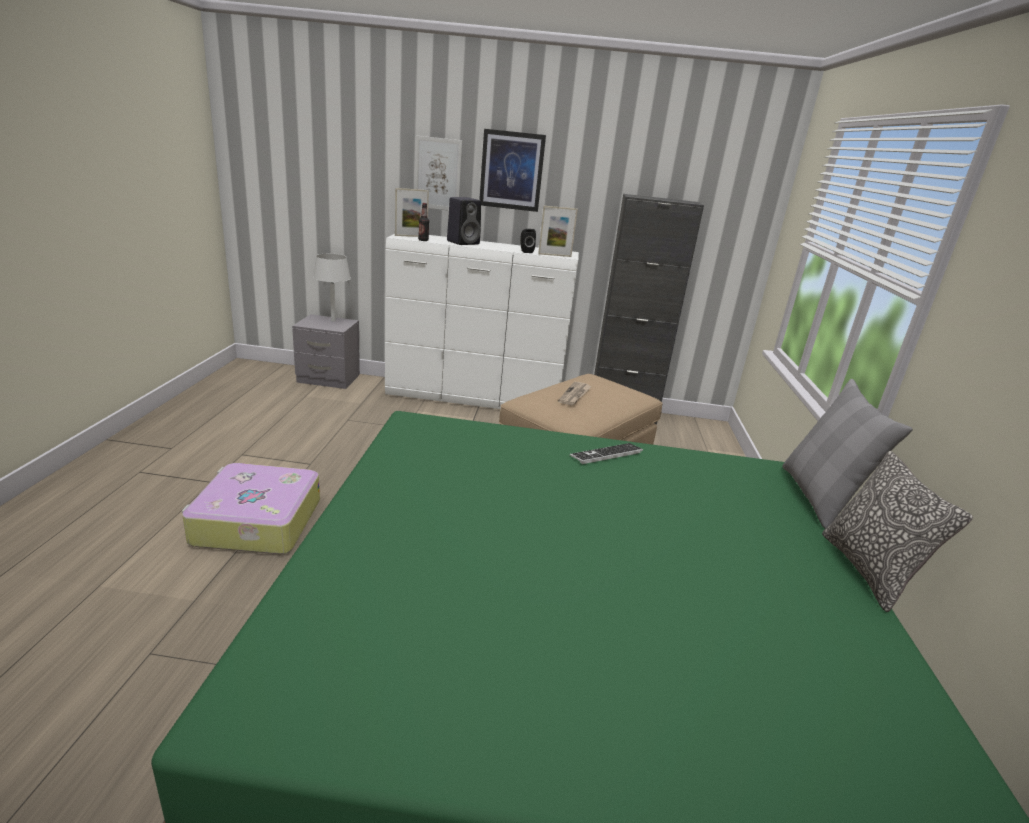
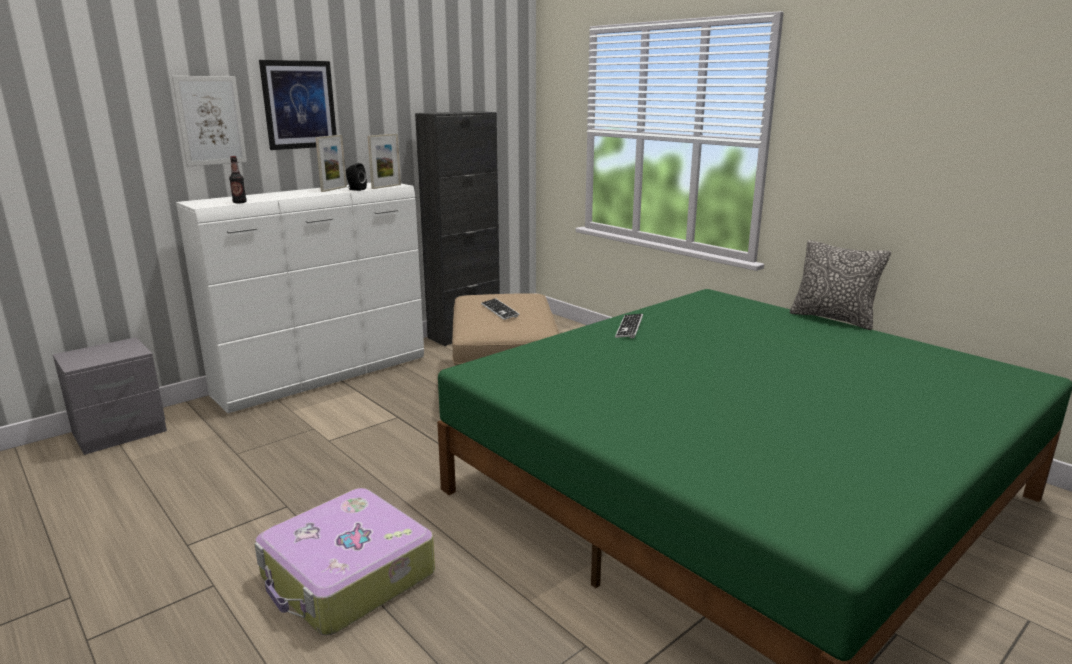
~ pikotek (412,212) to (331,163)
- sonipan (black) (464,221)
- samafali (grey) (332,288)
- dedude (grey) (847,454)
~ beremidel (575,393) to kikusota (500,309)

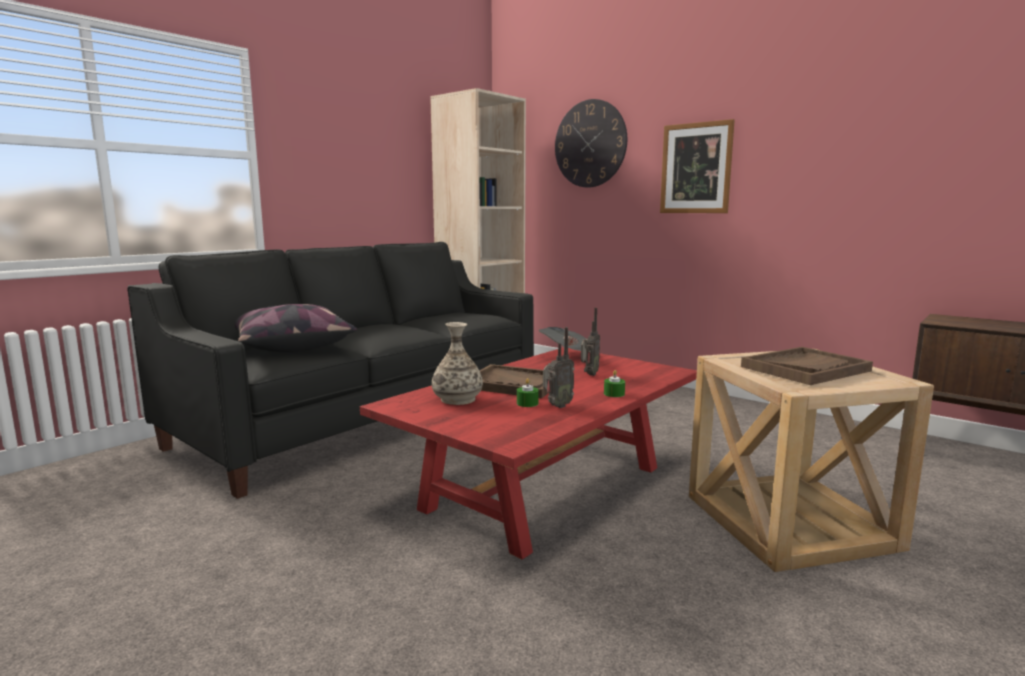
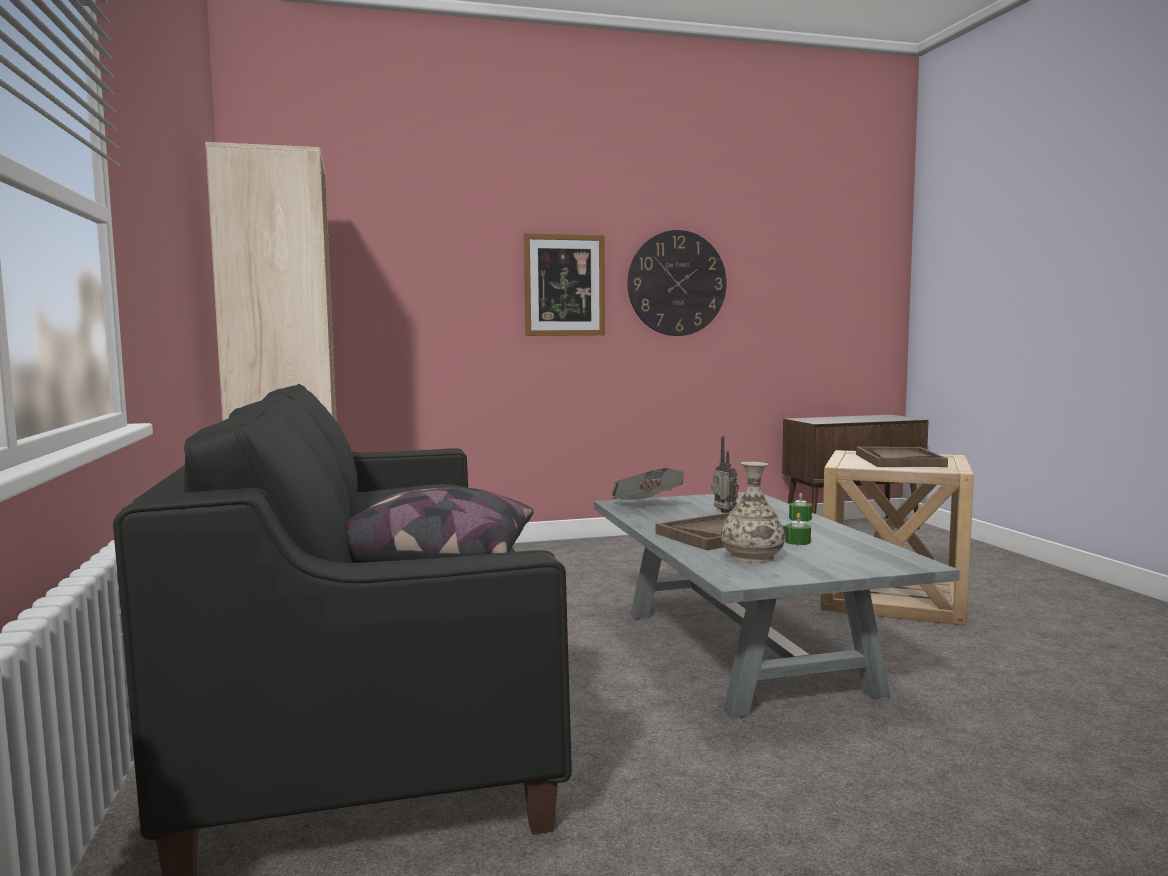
~ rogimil (591,143) to (677,283)
- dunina (559,367)
~ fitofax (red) (528,453) to fitofax (grey) (777,605)

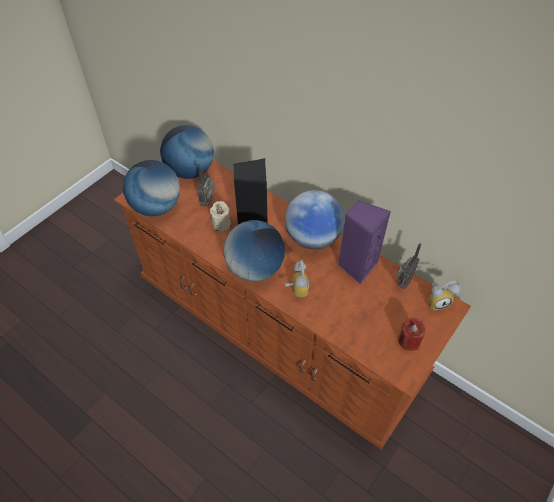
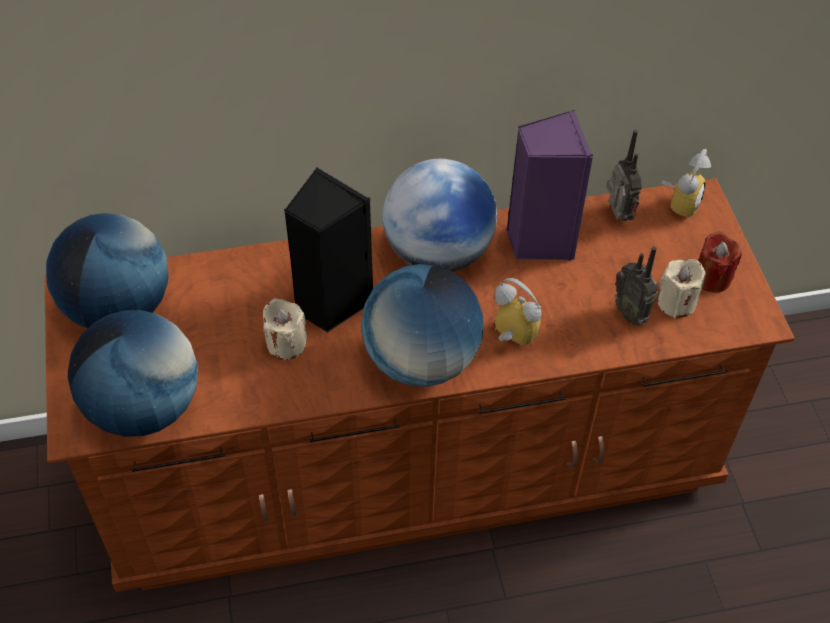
~ dunina (206,185) to (636,286)
+ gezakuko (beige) (682,289)

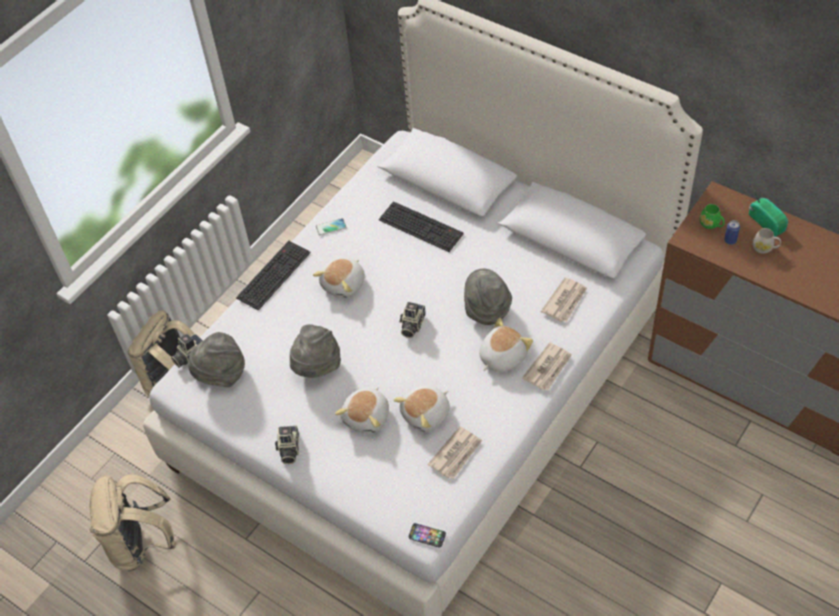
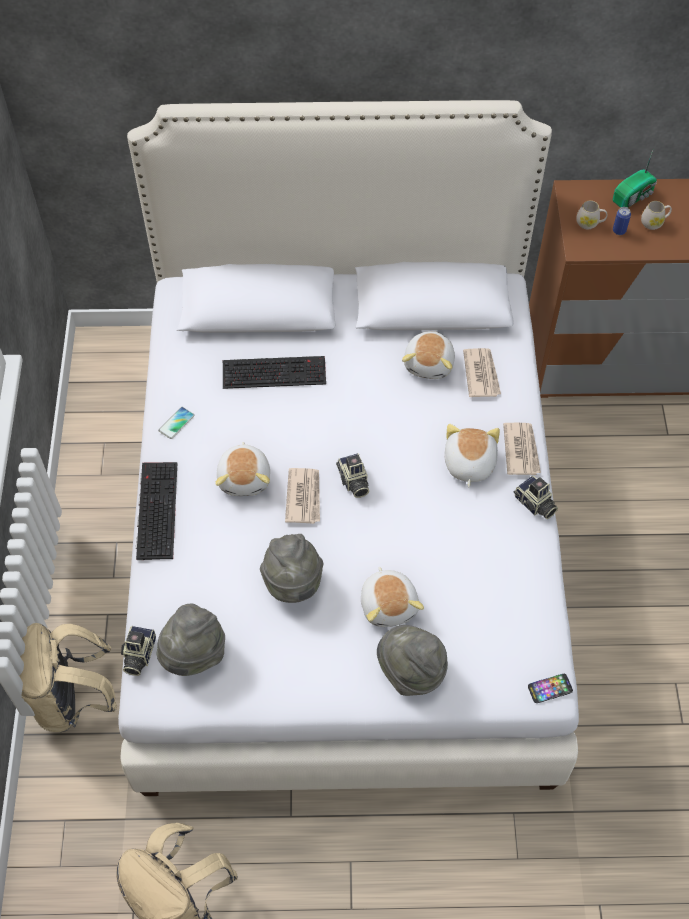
~ dunina (768,212) = (634,179) 120 degrees clockwise
~ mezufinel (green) (712,216) to mezufinel (white) (591,214)
~ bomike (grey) (488,297) to (412,660)
~ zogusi (421,409) to (428,355)
~ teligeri (287,444) to (535,497)
~ beremidel (455,452) to (302,496)

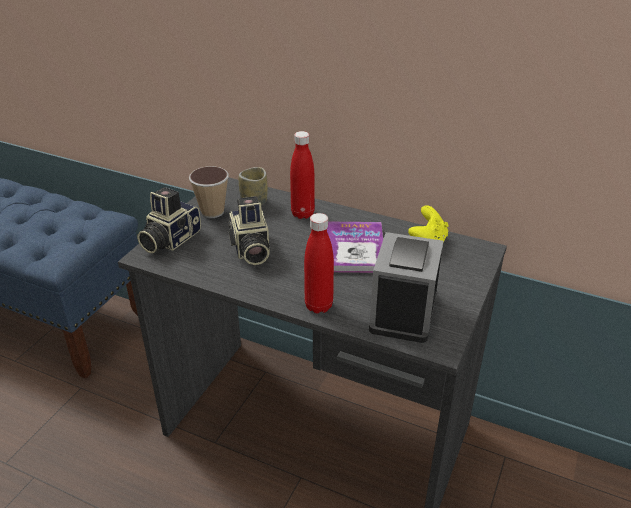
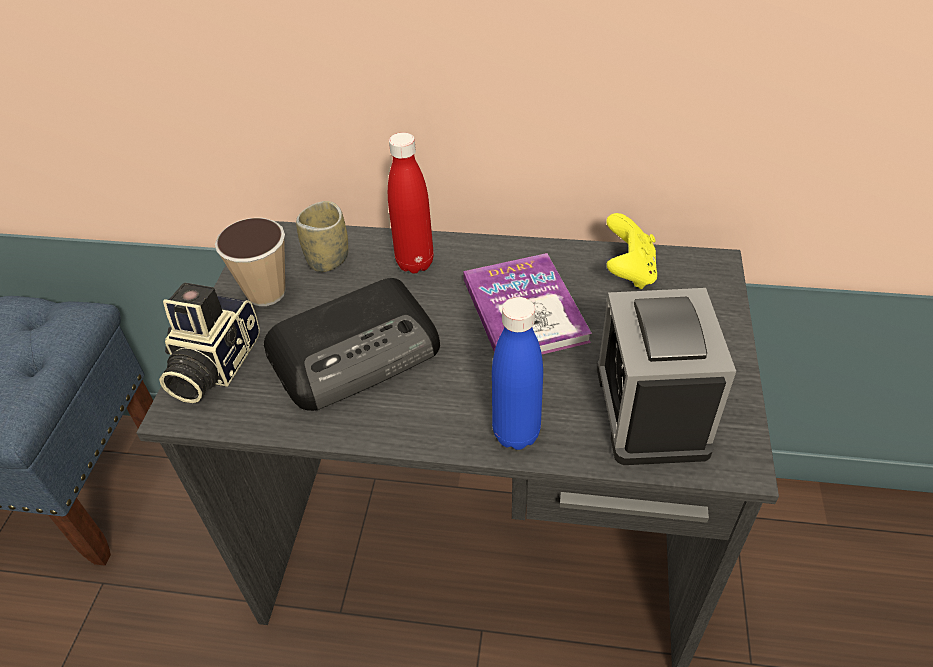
~ teligeri (249,230) to dunina (352,344)
~ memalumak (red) (319,263) to memalumak (blue) (517,373)

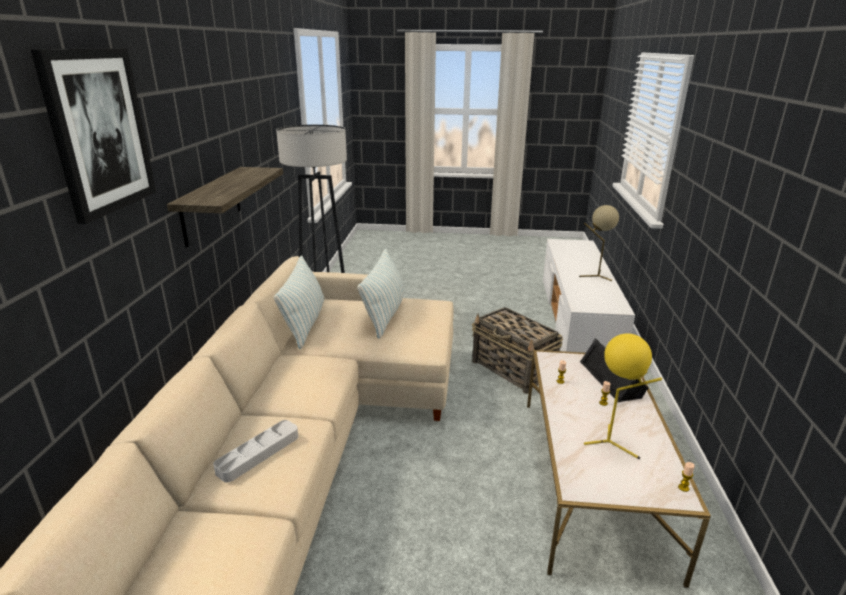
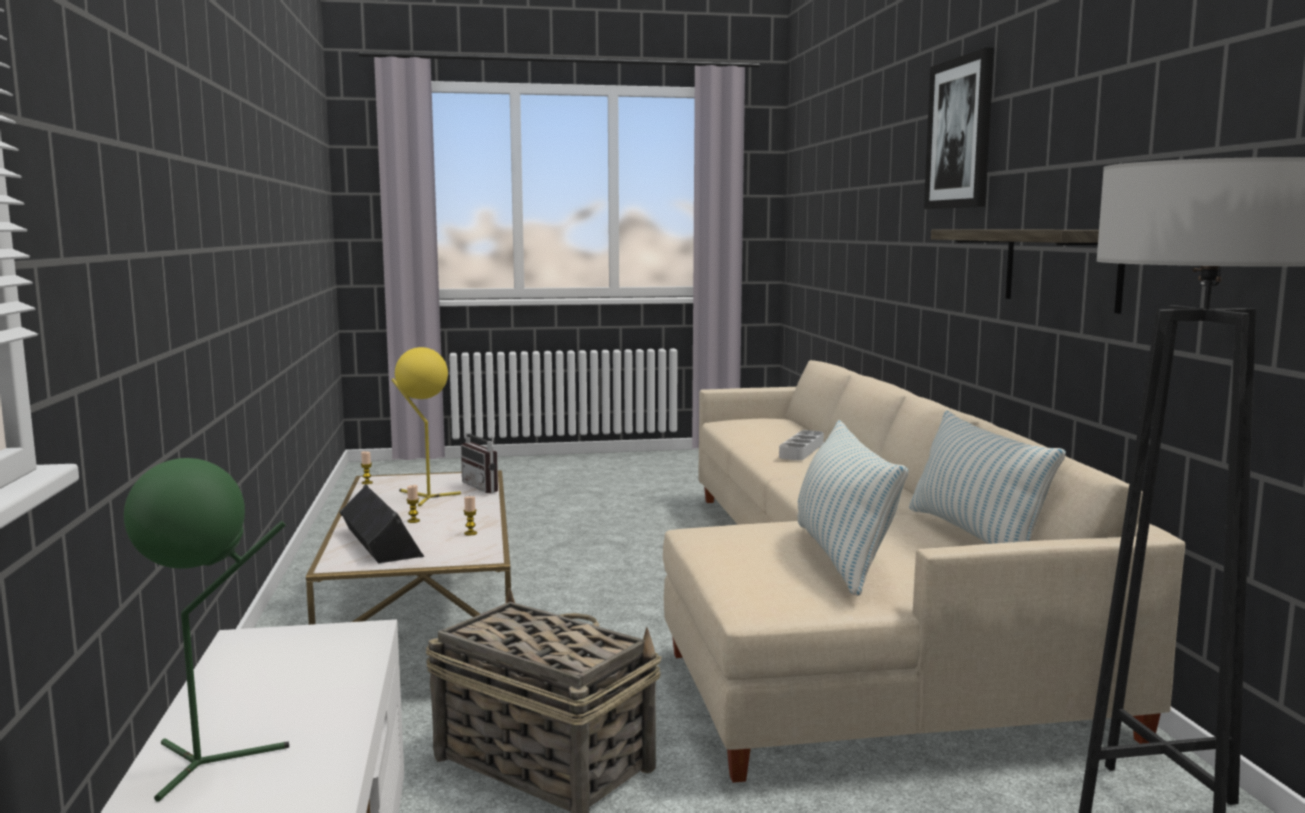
~ samafali (beige) (599,243) to samafali (green) (206,630)
+ dunina (479,456)

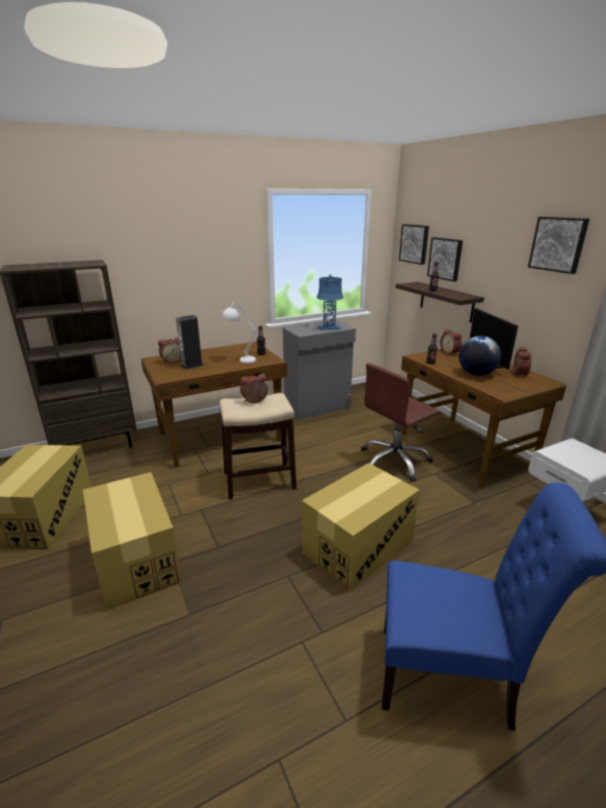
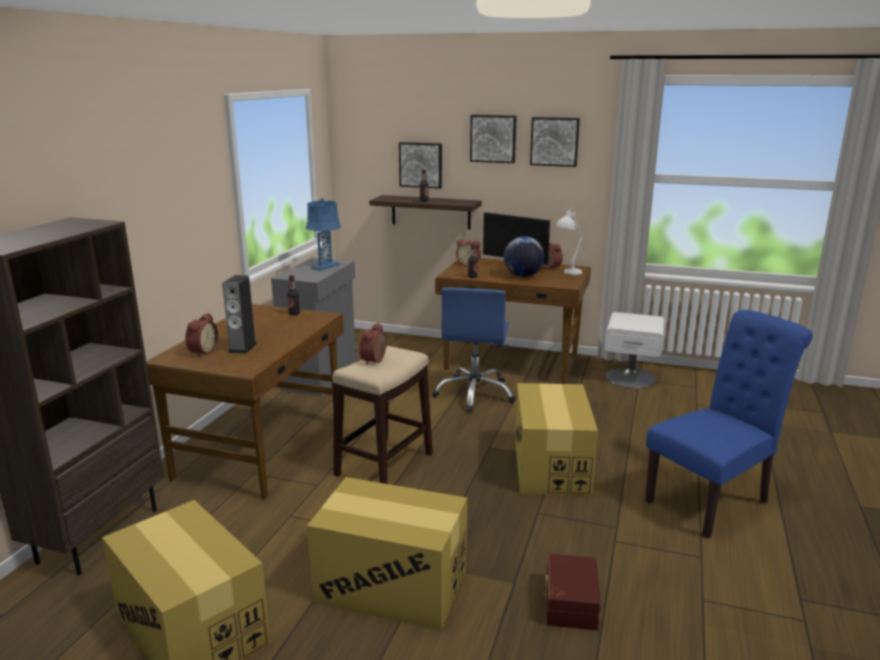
~ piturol (414,244) to (493,139)
~ samafali (white) (239,331) to (569,241)
~ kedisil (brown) (400,422) to kedisil (blue) (474,350)
+ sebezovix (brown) (571,592)

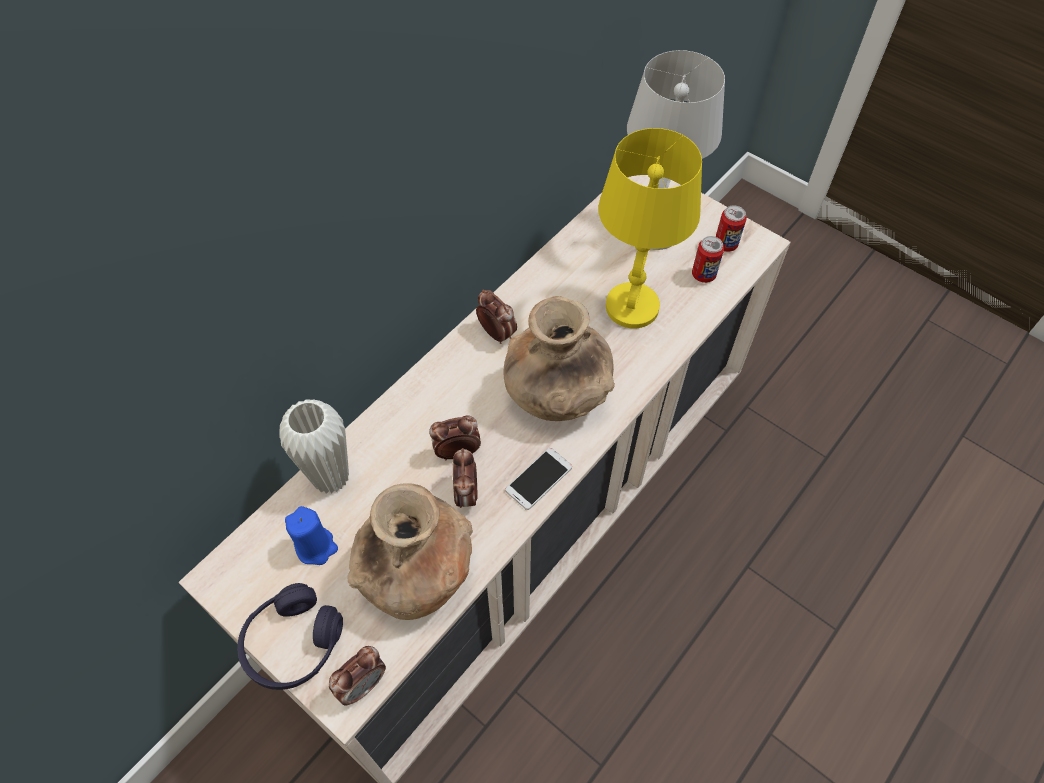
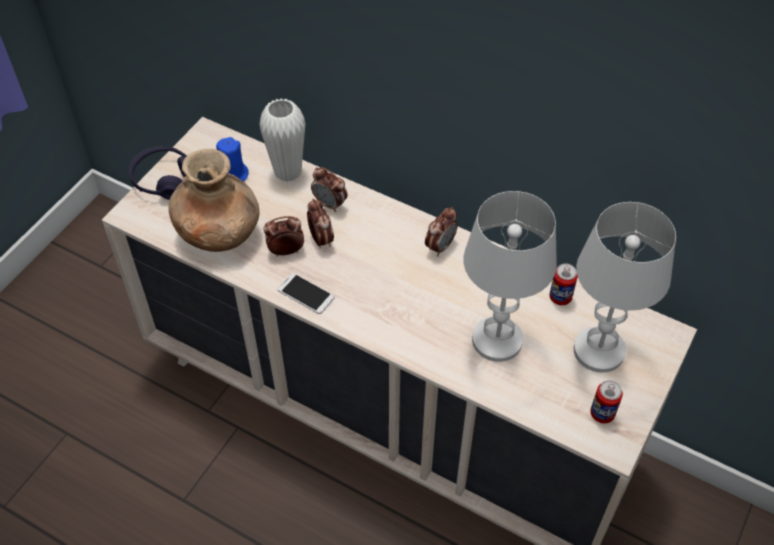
~ samafali (yellow) (650,228) to samafali (white) (510,276)
~ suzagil (708,259) to (563,284)
- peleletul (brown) (559,358)
~ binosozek (357,676) to (329,189)

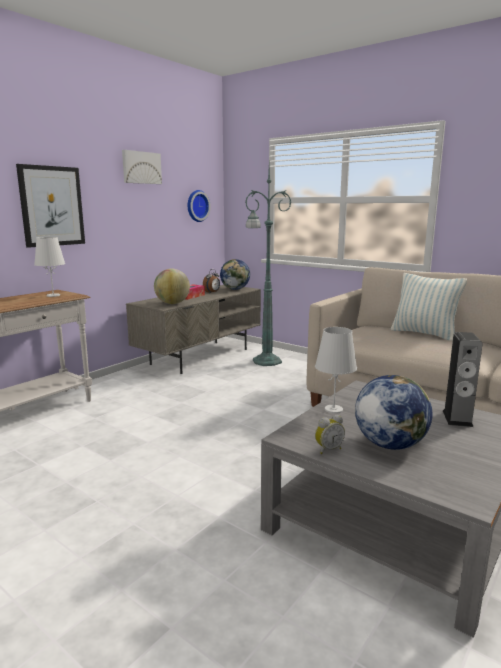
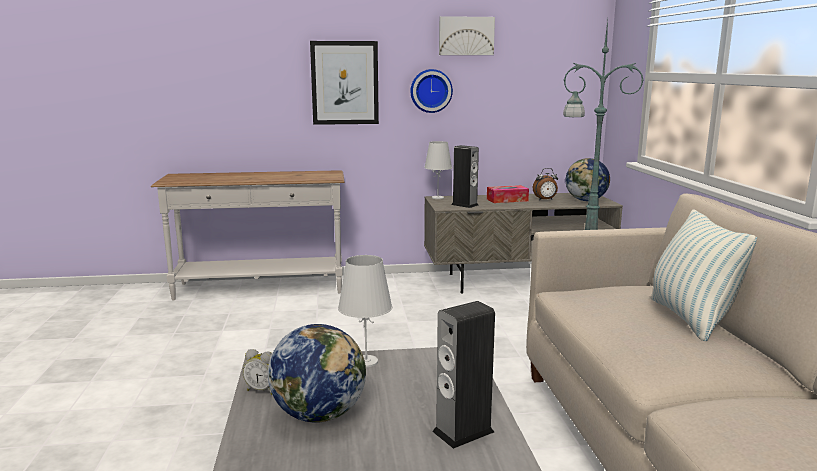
~ rogimil (199,206) to (432,91)
~ samafali (white) (49,267) to (438,170)
~ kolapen (172,286) to sonipan (465,176)

